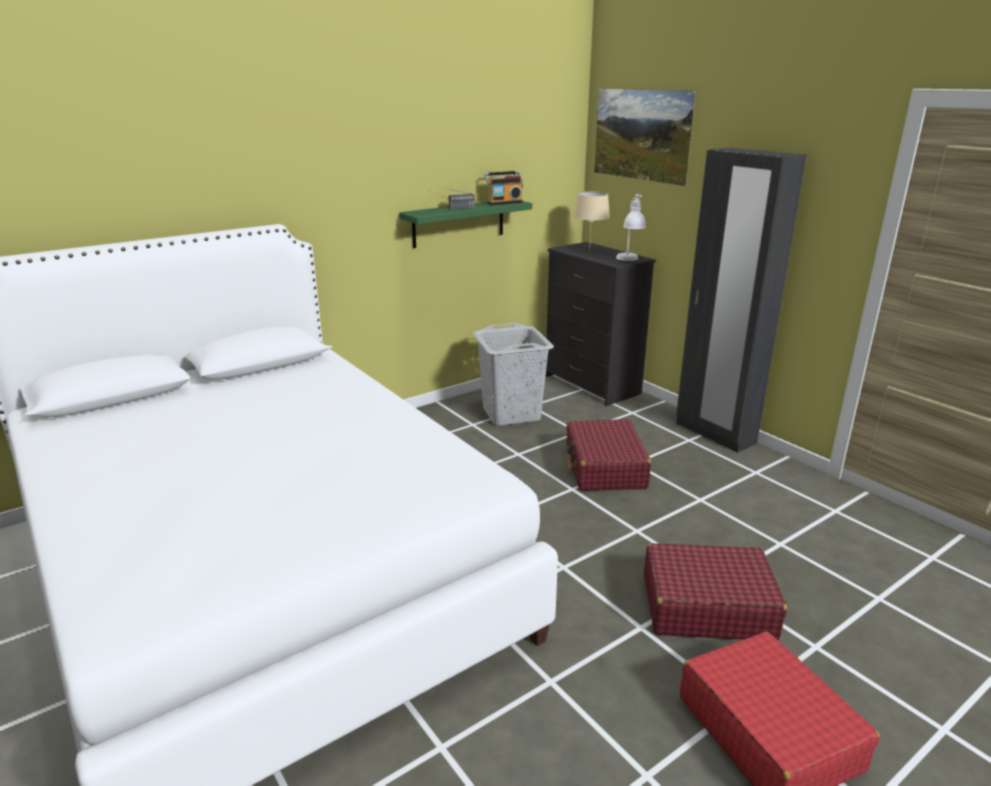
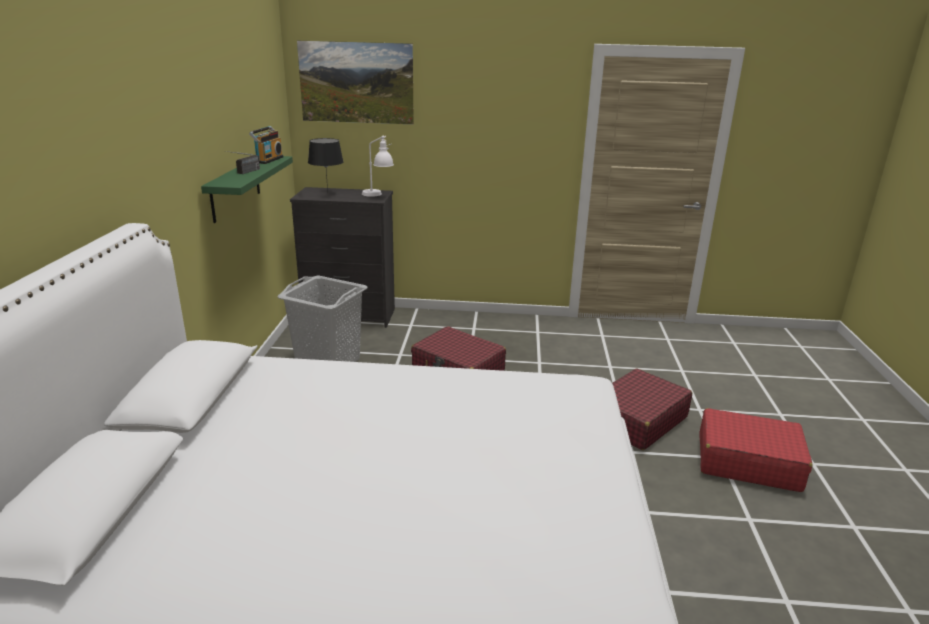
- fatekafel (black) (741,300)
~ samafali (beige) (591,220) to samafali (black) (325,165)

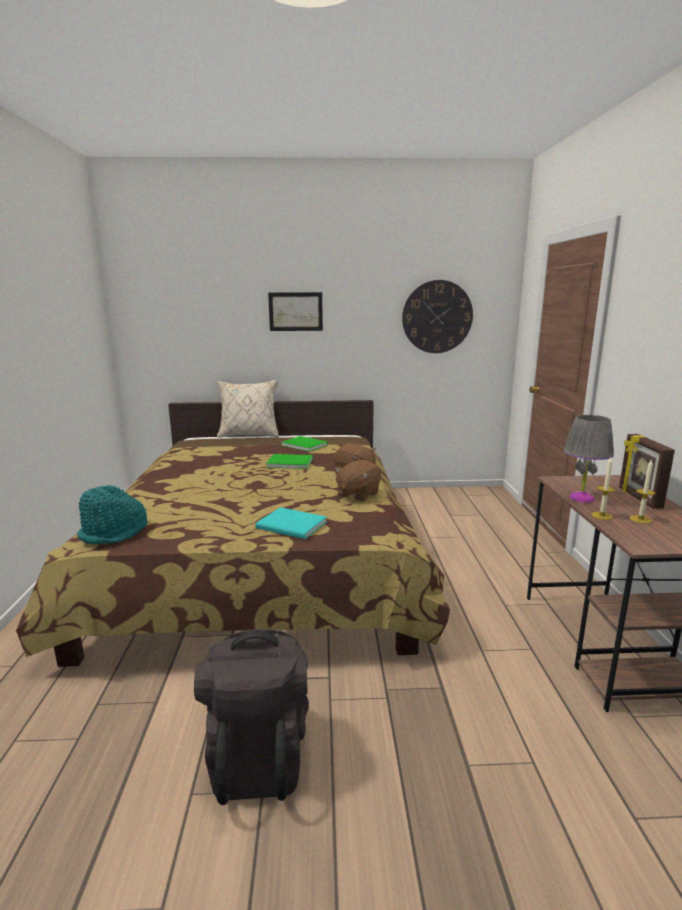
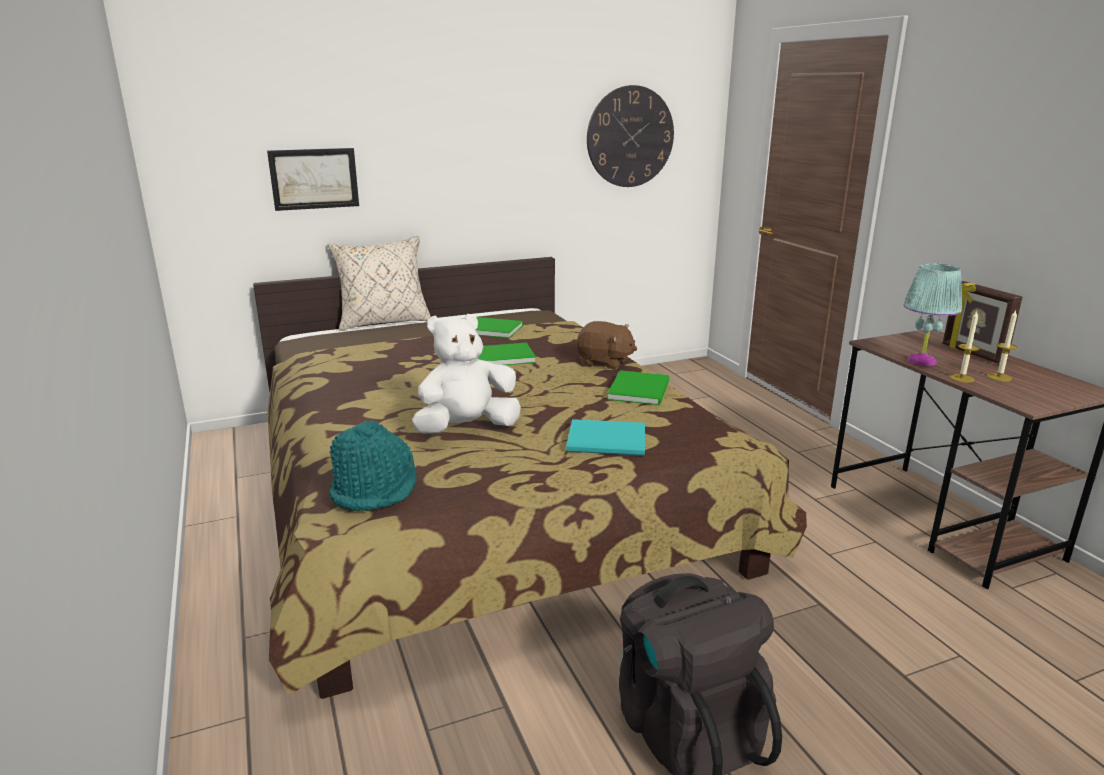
~ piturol (295,311) to (313,179)
~ samafali (grey) (589,459) to samafali (turquoise) (932,314)
~ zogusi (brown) (358,481) to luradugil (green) (638,387)
+ zogusi (white) (466,374)

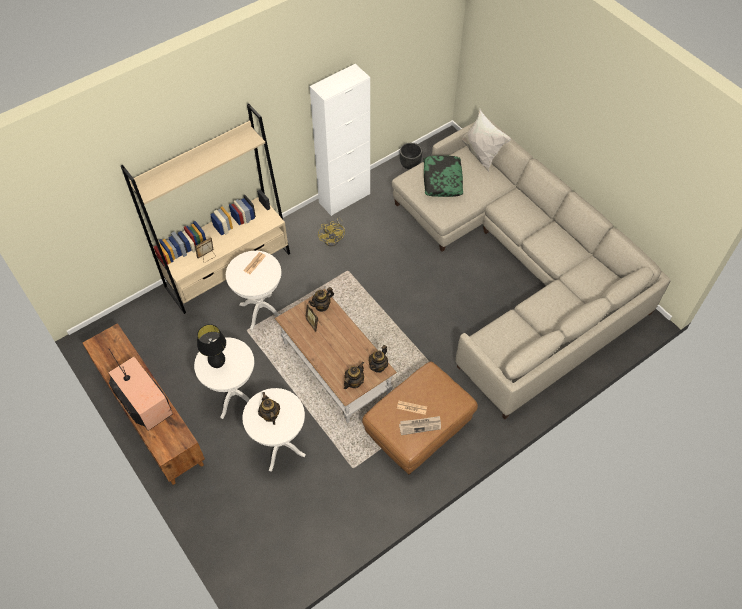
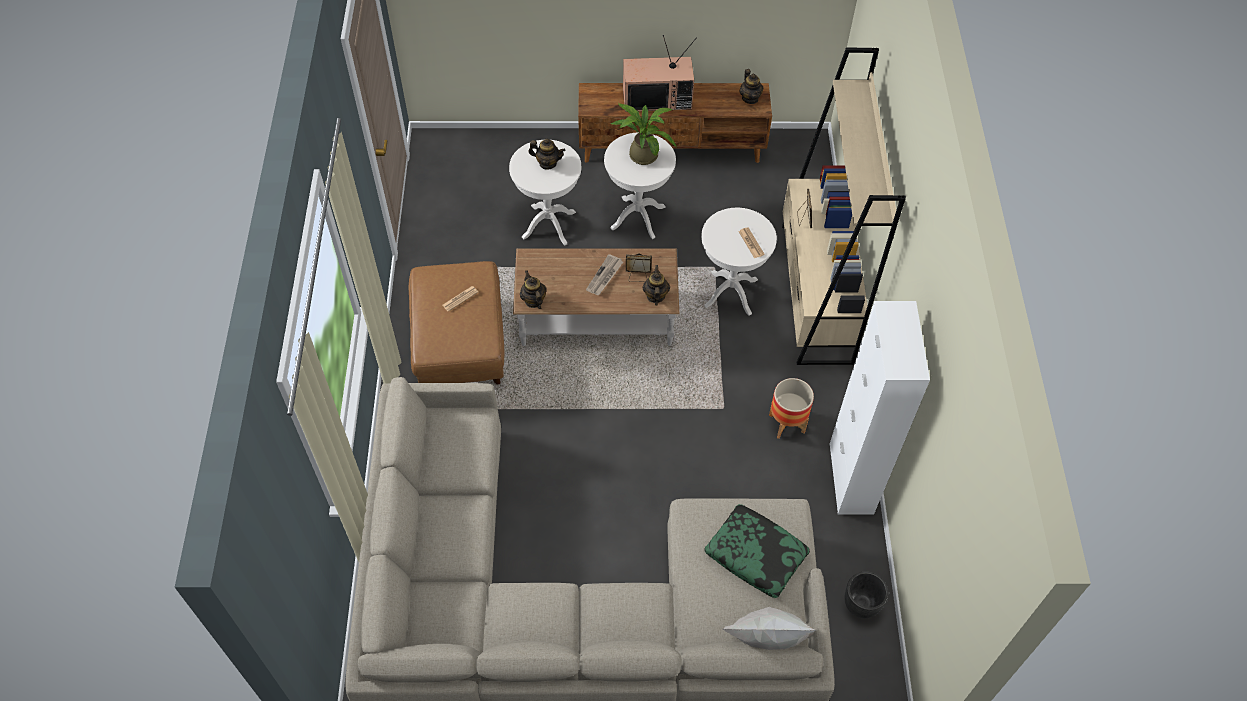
~ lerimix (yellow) (331,231) to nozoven (791,408)
~ samafali (black) (211,346) to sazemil (644,134)
~ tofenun (354,375) to (752,86)
~ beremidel (420,425) to (604,274)

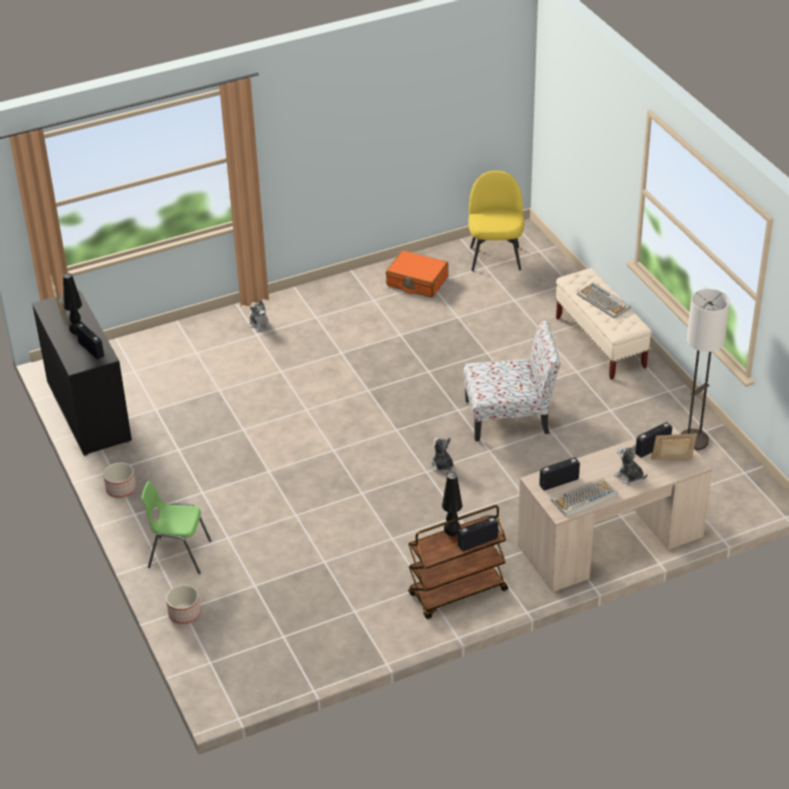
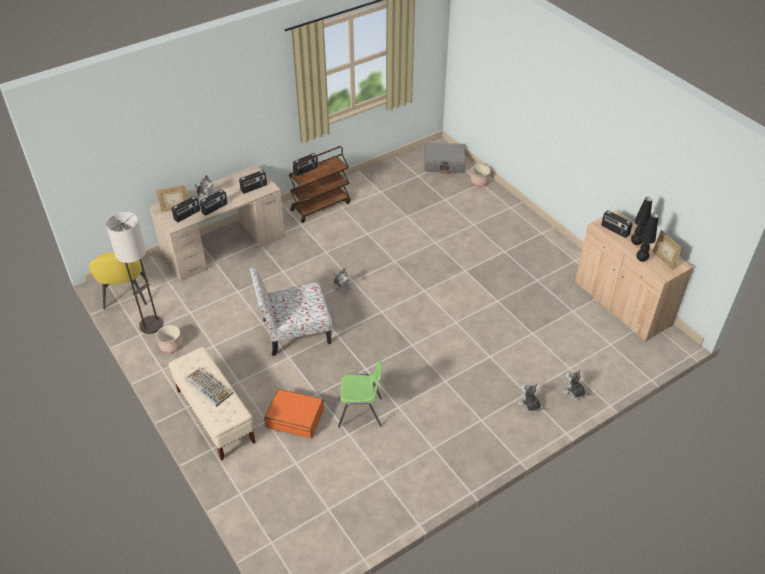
~ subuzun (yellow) (496,220) to (118,281)
~ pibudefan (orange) (417,273) to (294,413)
~ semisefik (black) (82,373) to semisefik (beige) (634,275)
~ nozoven (119,480) to (169,339)
~ samafali (black) (452,504) to (647,237)
- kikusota (584,497)
~ subuzun (green) (176,527) to (360,394)
+ pibudefan (grey) (445,158)
+ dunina (213,202)
+ zogusi (575,385)

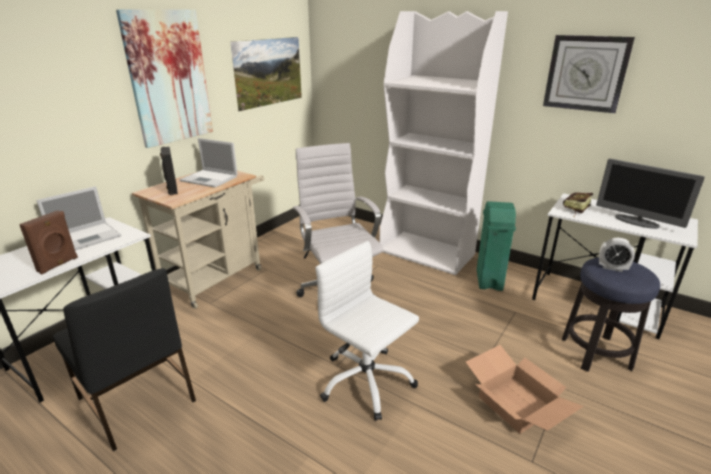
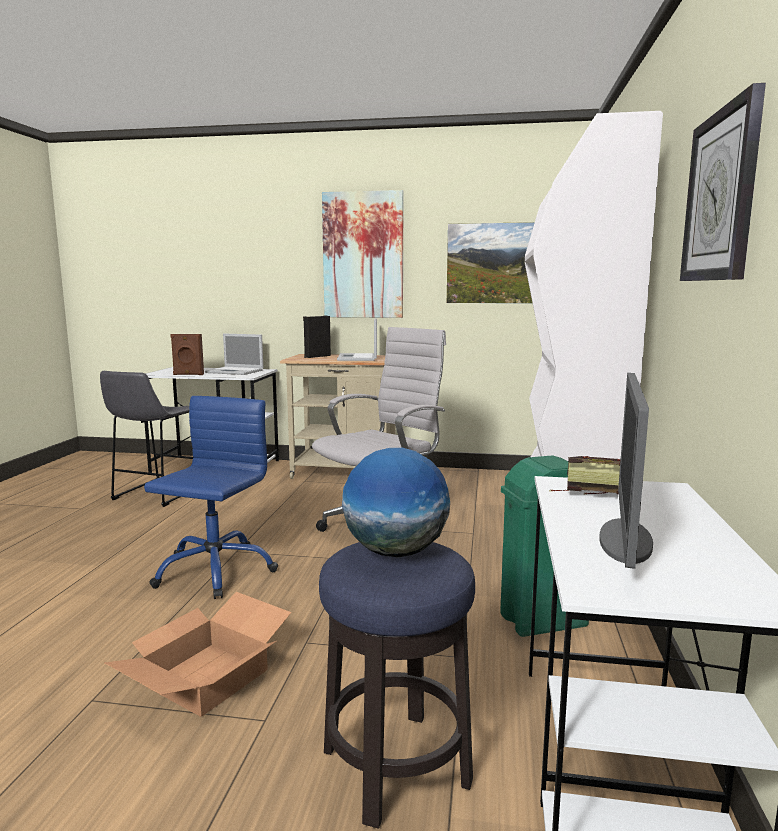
~ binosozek (617,255) to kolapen (396,503)
~ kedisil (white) (367,331) to kedisil (blue) (211,497)
~ subuzun (black) (124,359) to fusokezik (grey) (147,439)

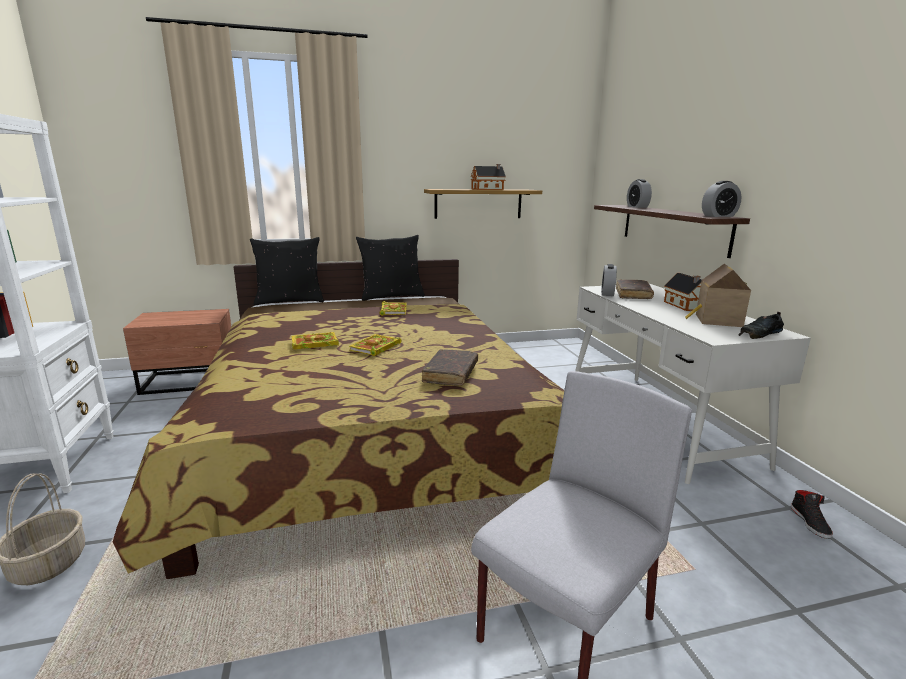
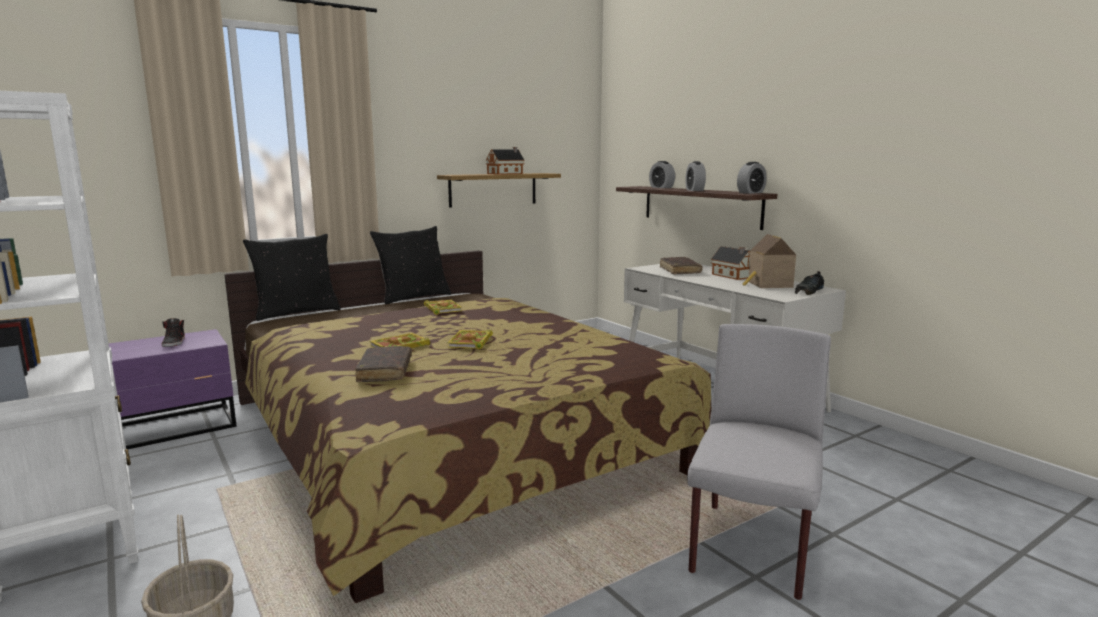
~ binosozek (609,280) to (695,176)
~ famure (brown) (177,352) to famure (purple) (172,389)
~ luradugil (brown) (450,367) to (383,364)
~ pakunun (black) (812,514) to (173,332)

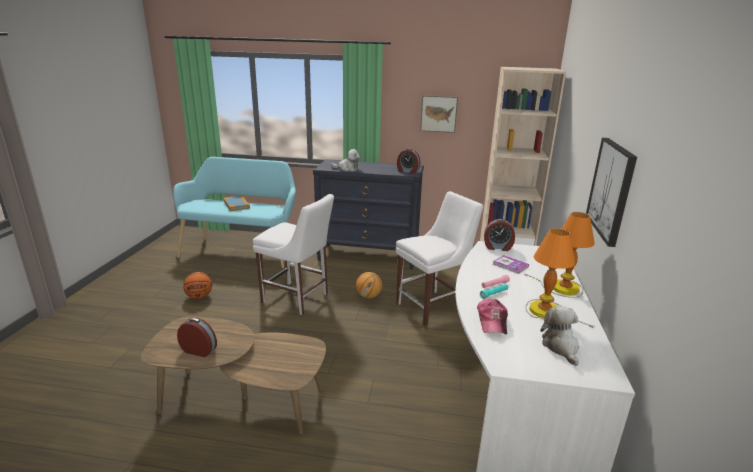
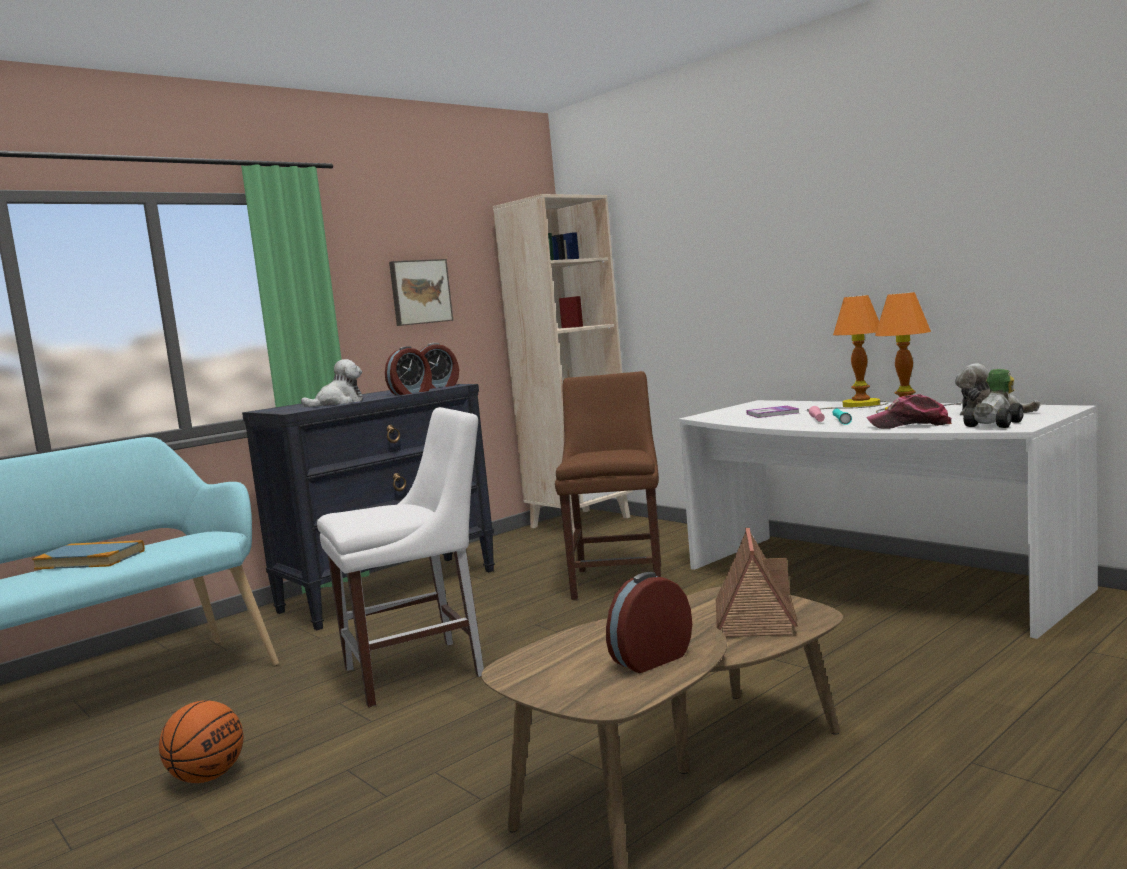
- piturol (611,192)
~ subuzun (white) (439,258) to subuzun (brown) (608,485)
~ binosozek (499,235) to (408,370)
- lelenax (369,285)
~ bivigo (492,316) = (909,411) 150 degrees clockwise
+ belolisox (993,398)
+ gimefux (757,582)

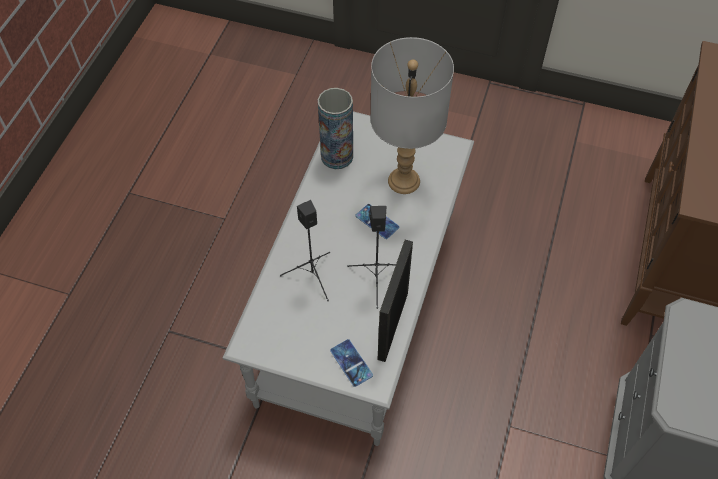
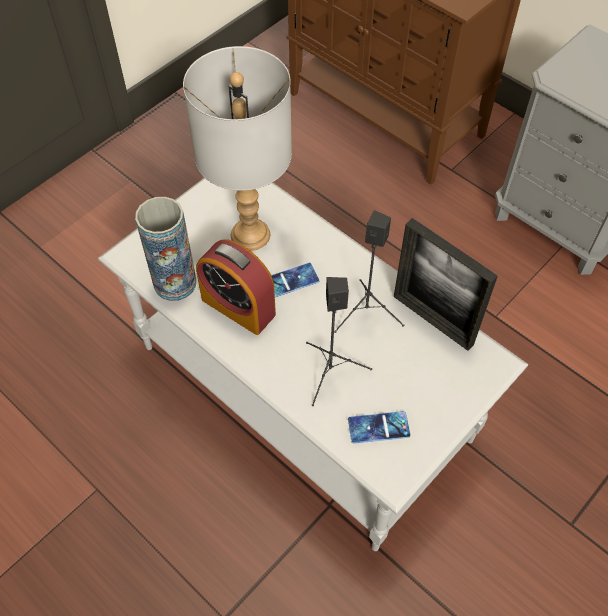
~ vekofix (351,363) to (379,427)
+ binosozek (236,287)

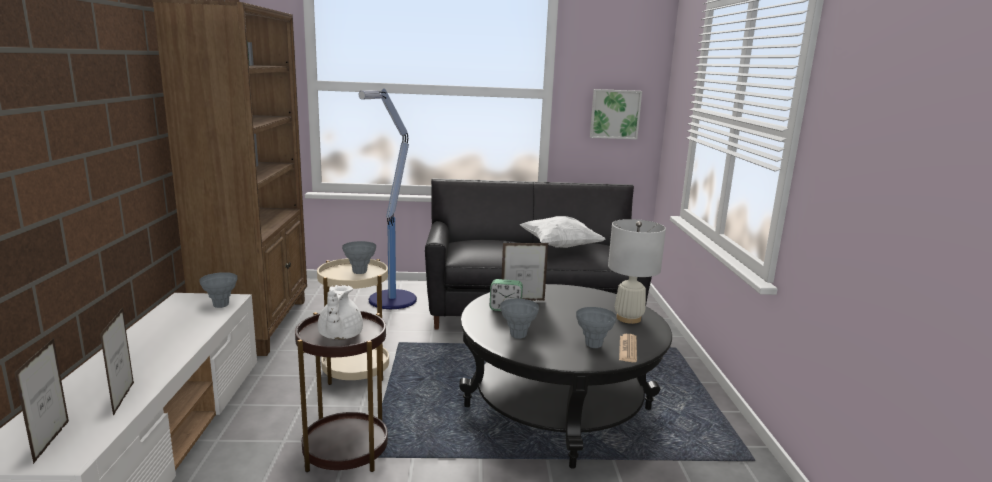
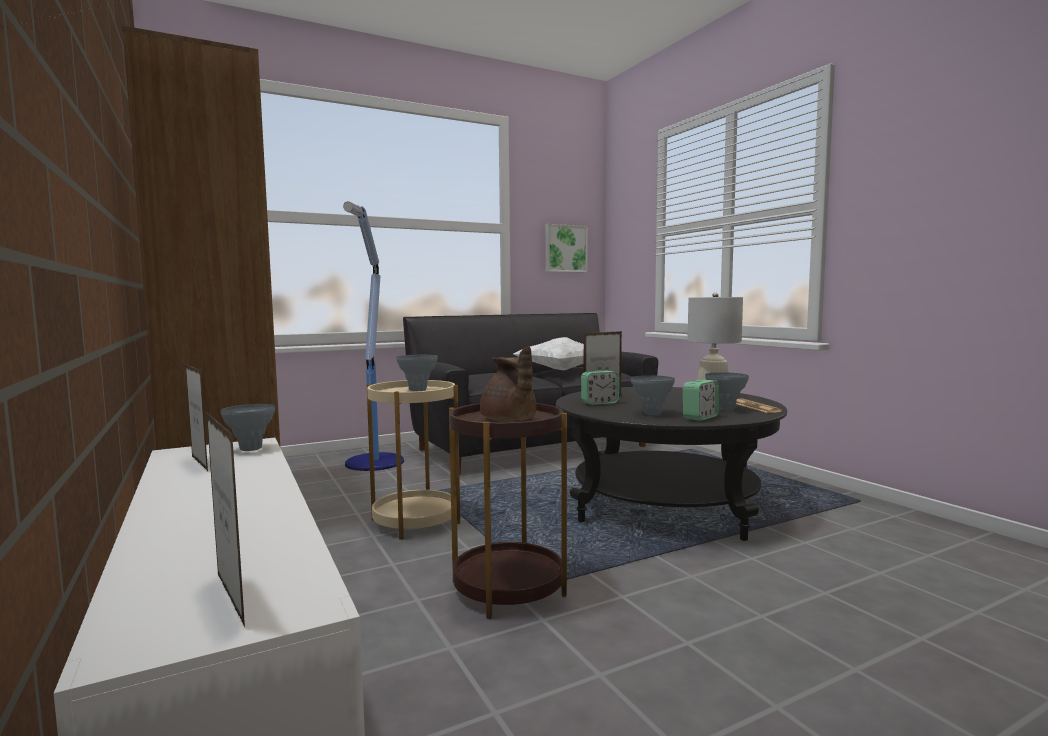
~ tofenun (white) (340,312) to tofenun (brown) (508,384)
~ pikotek (117,361) to (196,417)
+ binosozek (701,400)

